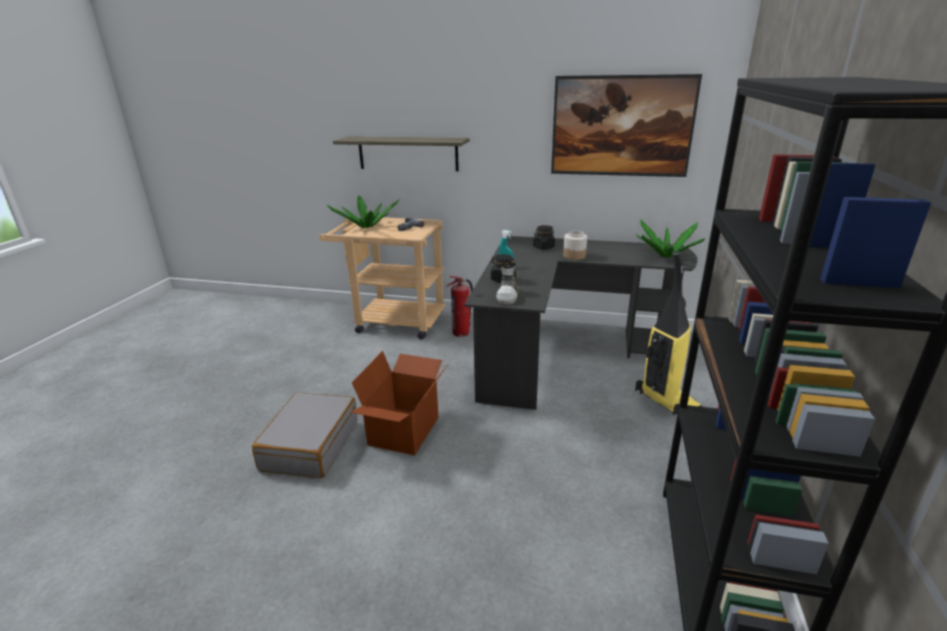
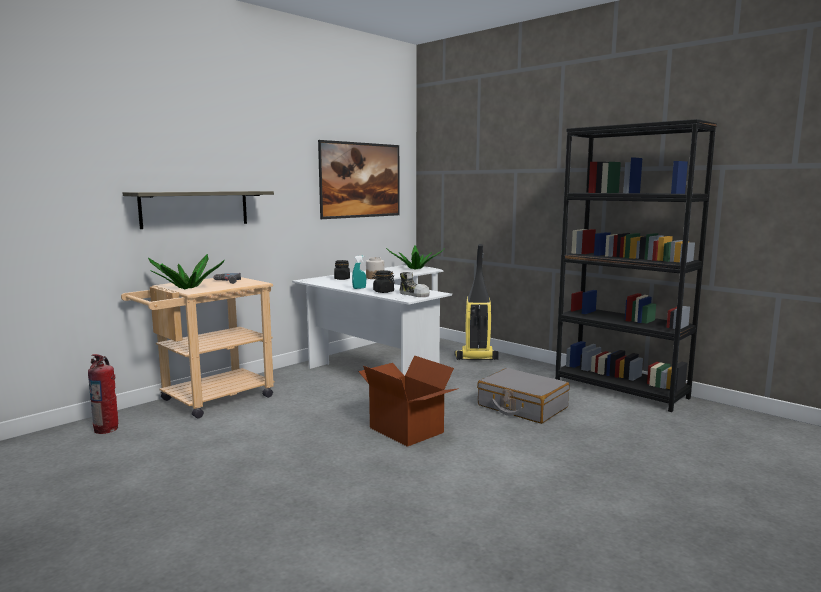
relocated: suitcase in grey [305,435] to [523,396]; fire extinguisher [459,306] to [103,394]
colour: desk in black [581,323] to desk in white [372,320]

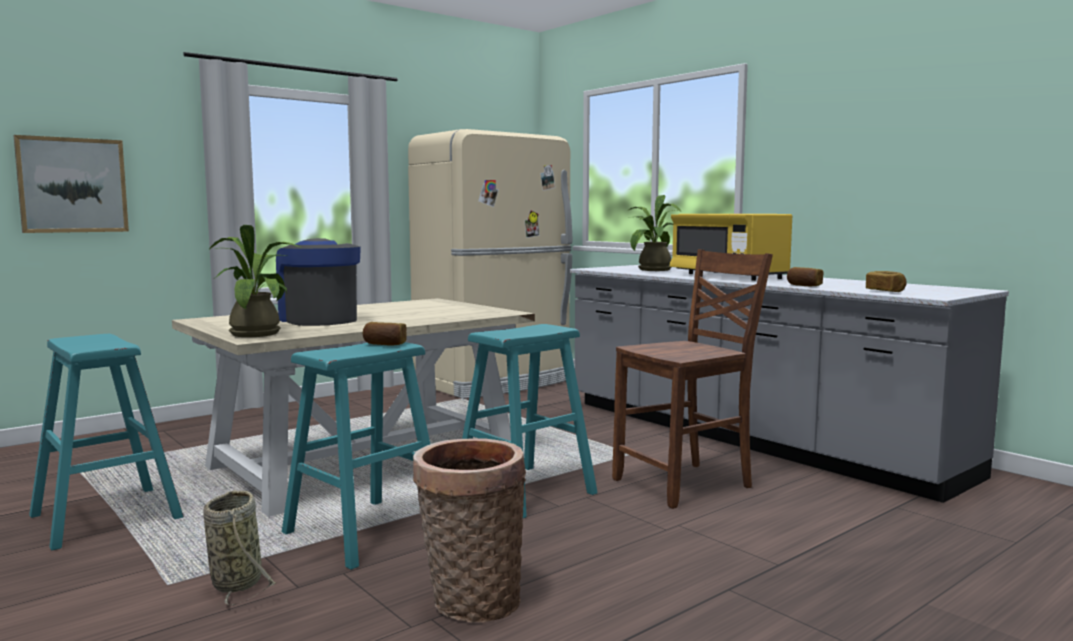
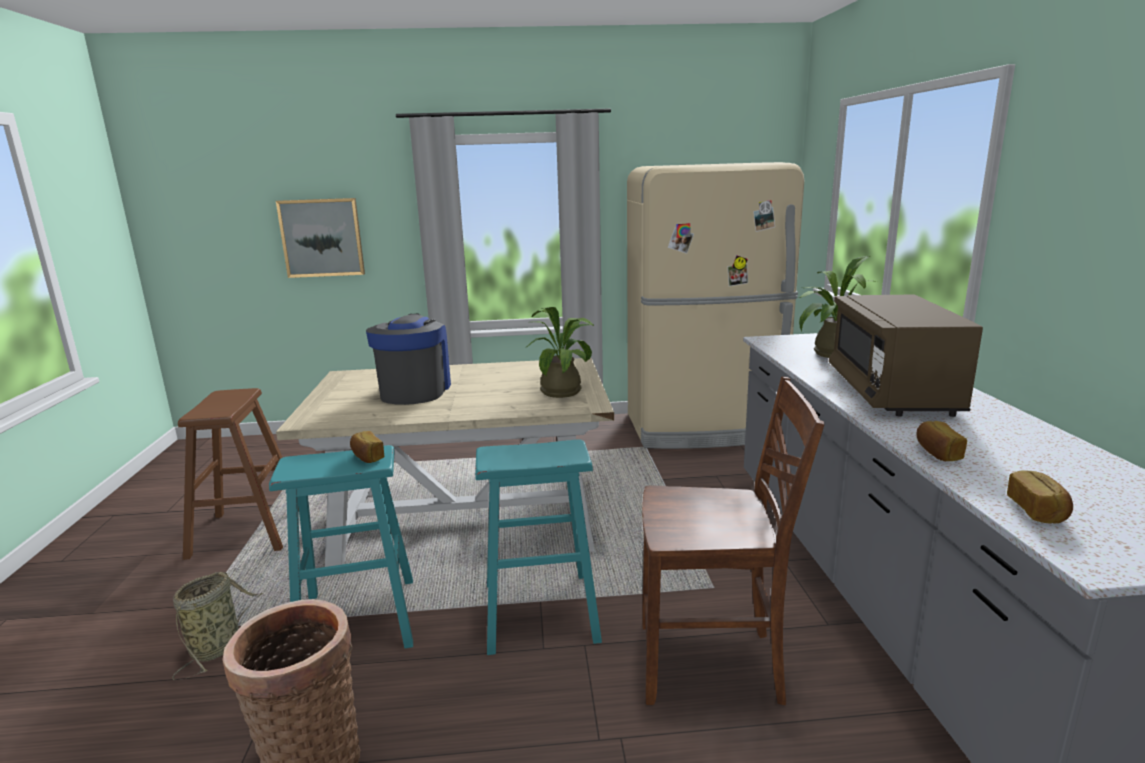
relocated: potted plant [255,281] to [560,352]
colour: stool in turquoise [106,442] to stool in brown [238,474]; microwave in yellow [731,247] to microwave in brown [906,355]

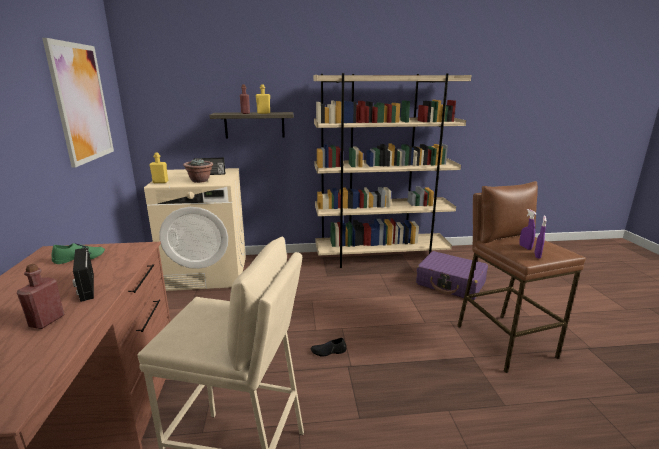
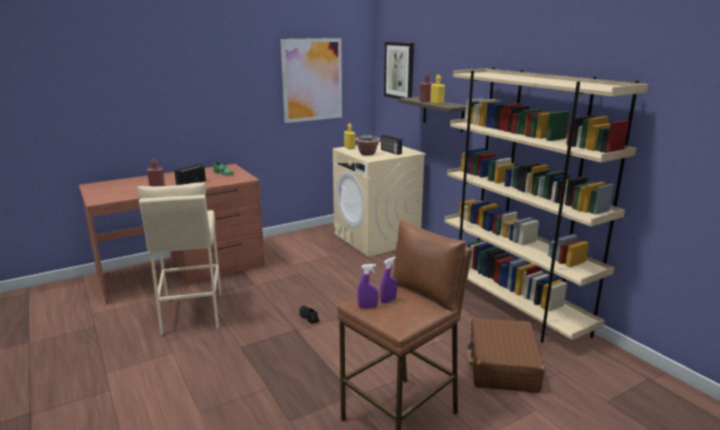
appeared: picture [399,70]
colour: suitcase in purple [452,275] to suitcase in brown [506,355]

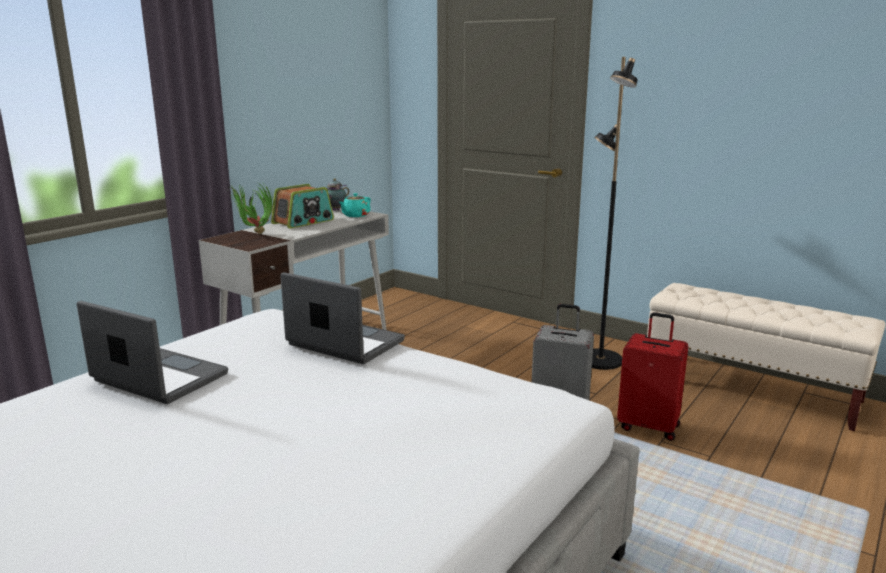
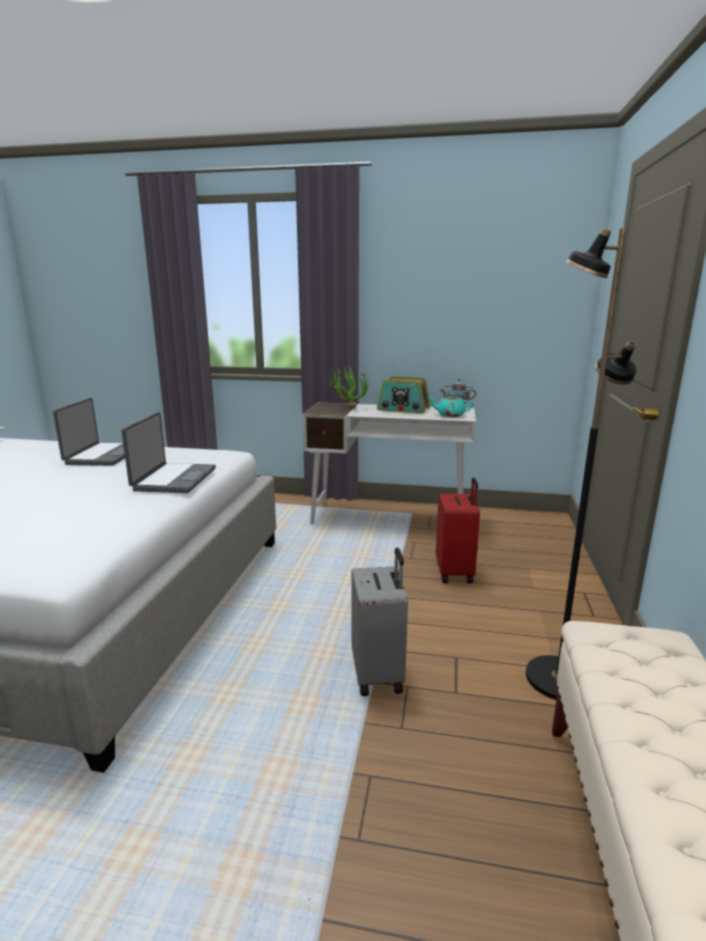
relocated: suitcase in red [652,376] to [458,531]

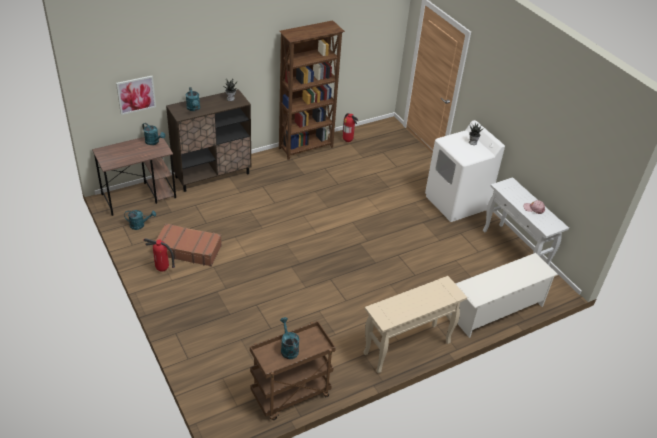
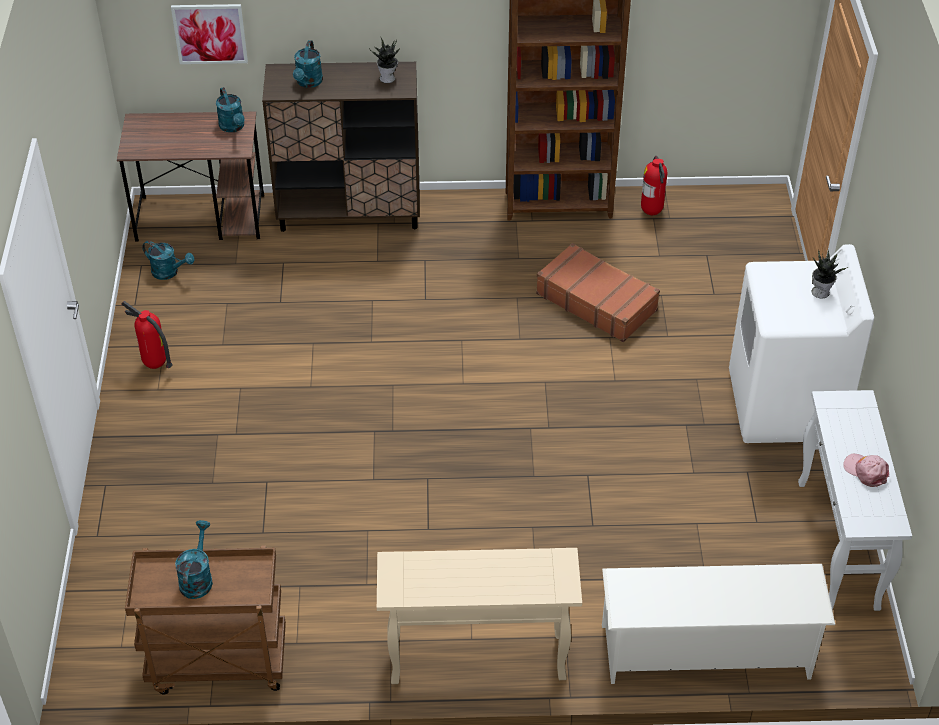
relocated: suitcase in brown [189,244] to [598,292]

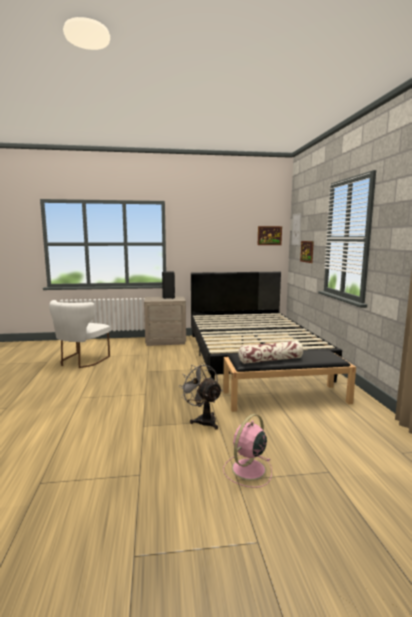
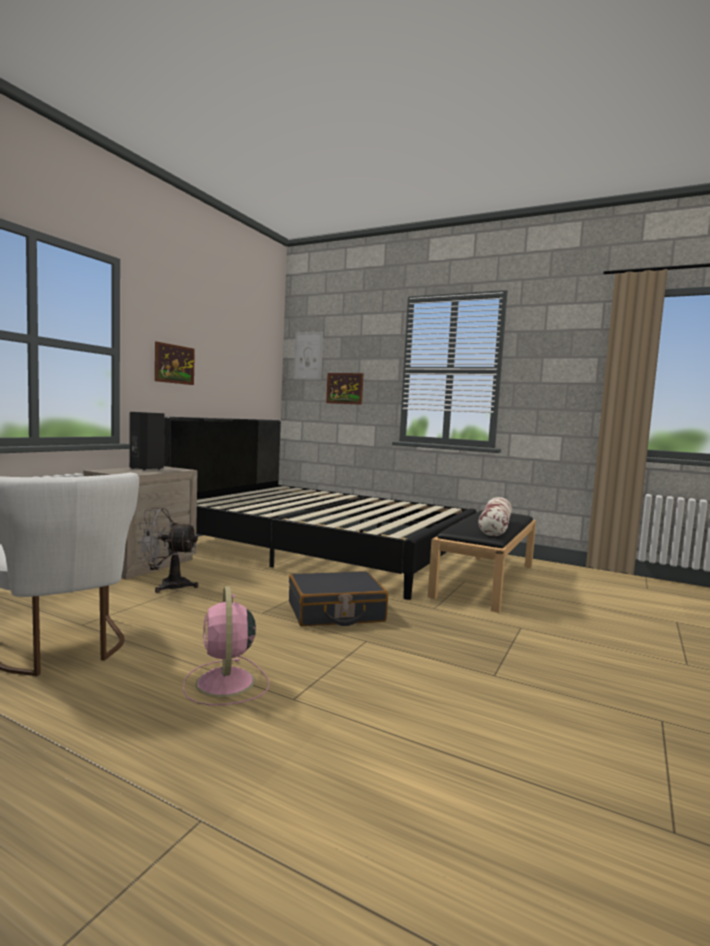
appeared: suitcase in black [338,598]
relocated: fan in grey [201,396] to [167,550]; fan in pink [247,451] to [226,646]; picture [270,235] to [175,363]

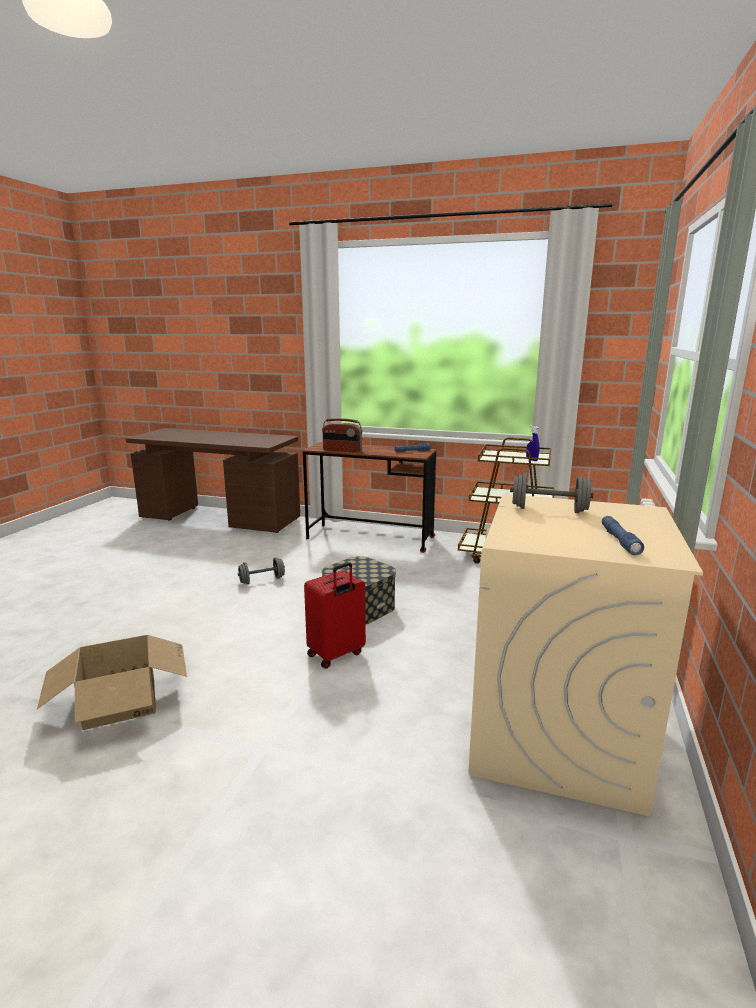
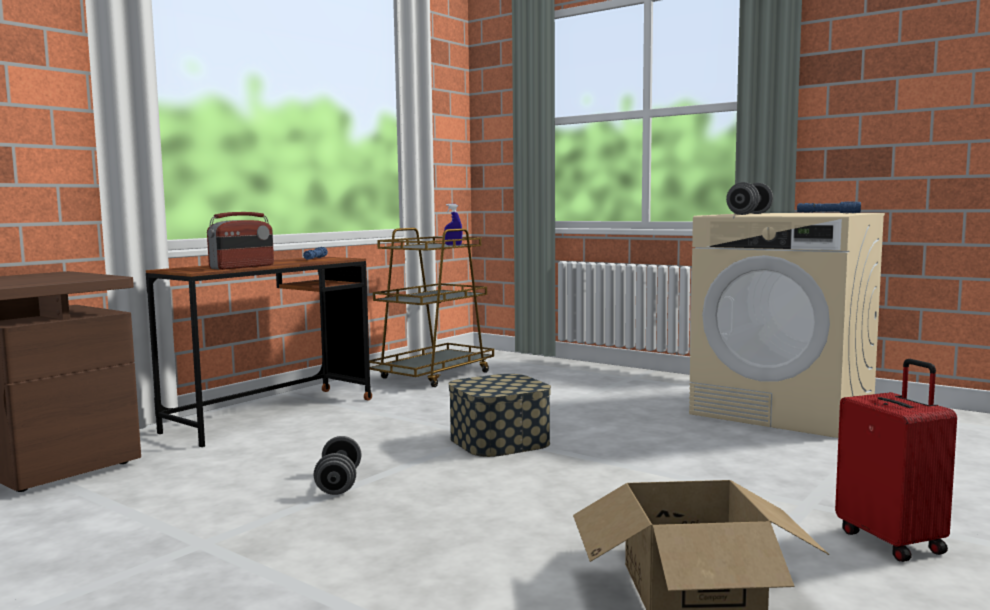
relocated: suitcase in red [335,615] to [896,460]

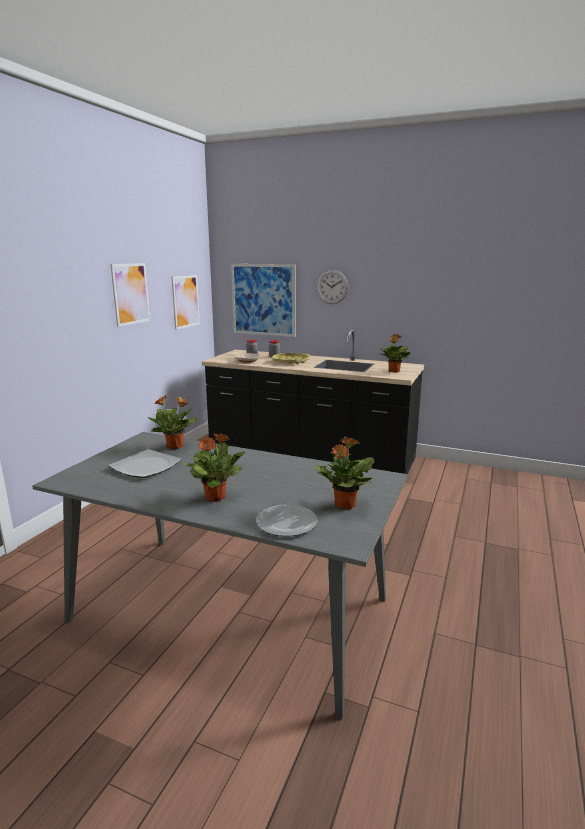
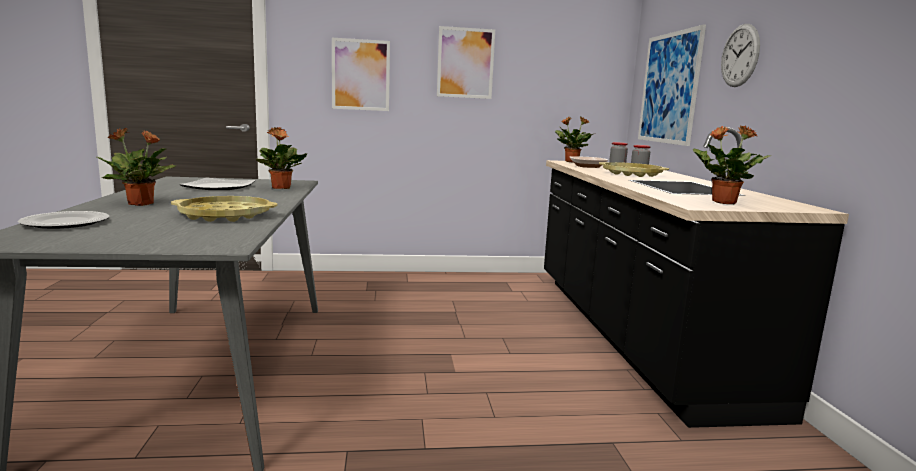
appeared: tray in yellow [224,209]
relocated: picture [186,302] to [361,74]; potted plant [344,472] to [574,139]

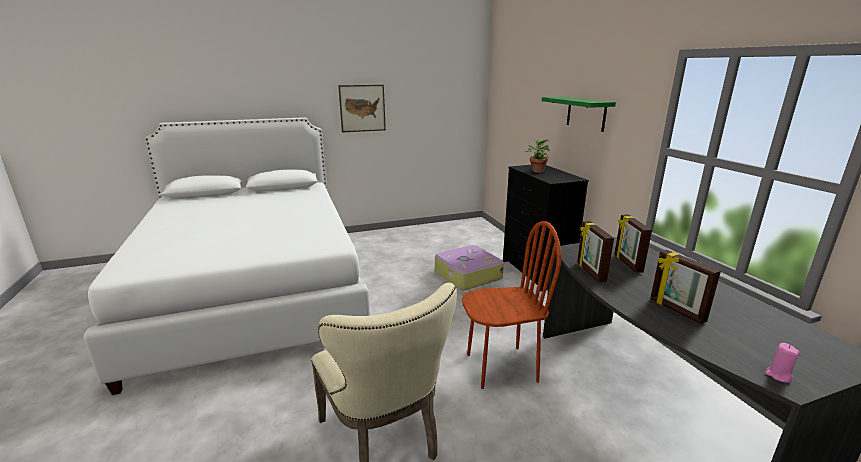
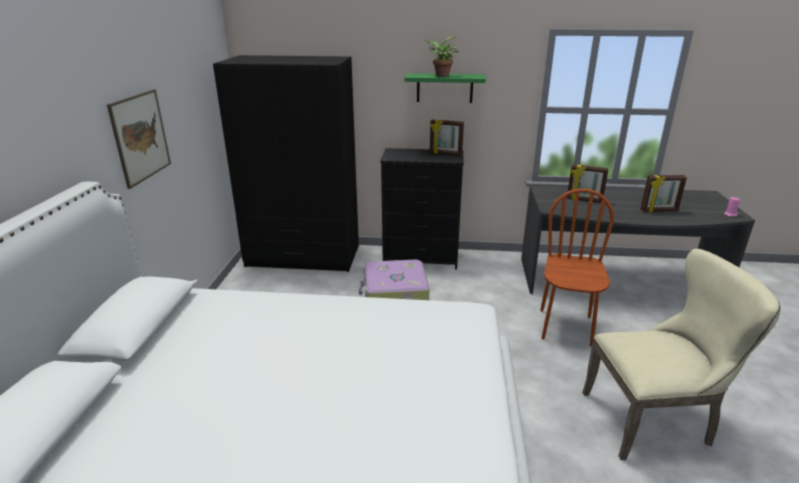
appeared: wardrobe in black [286,163]
relocated: potted plant [537,156] to [442,57]; picture frame [595,252] to [447,137]

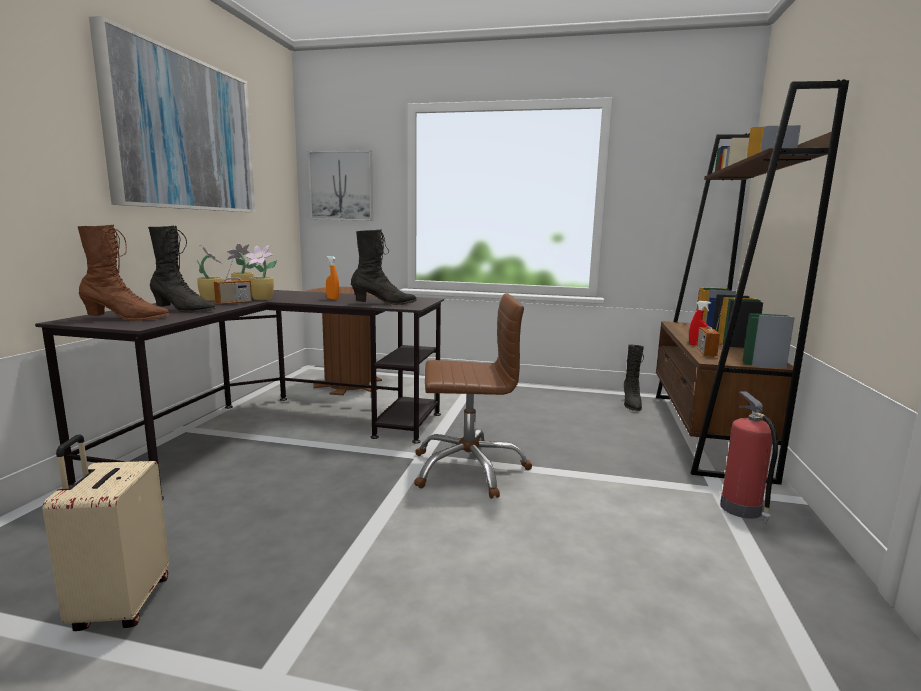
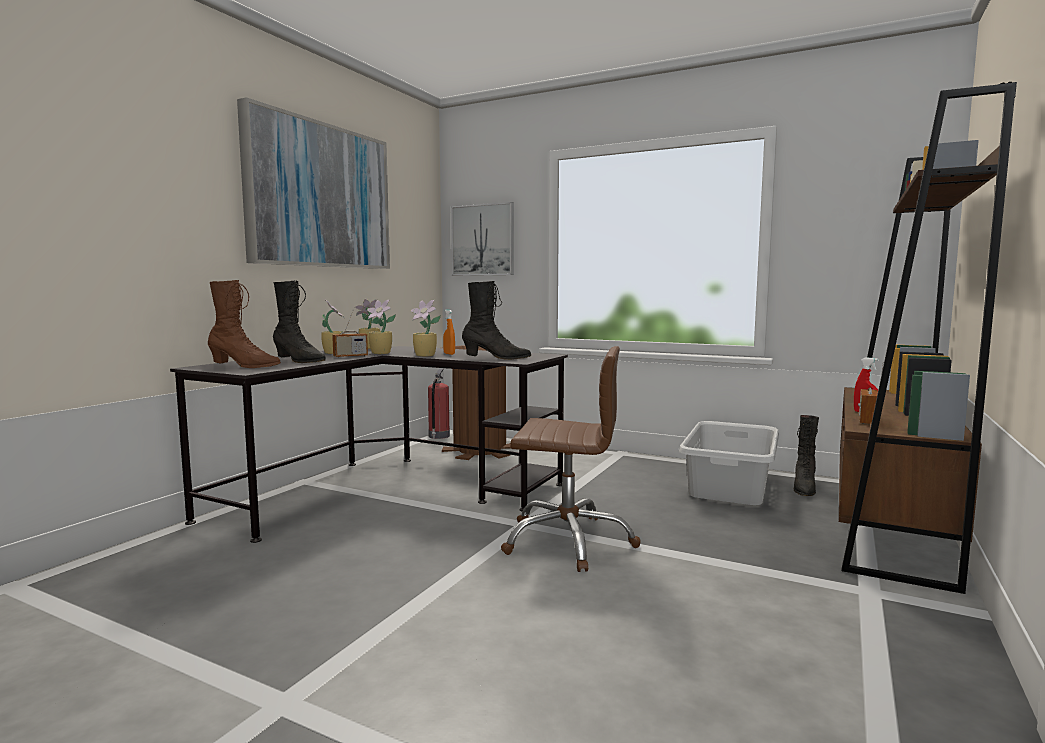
missing: suitcase in beige [105,532]
appeared: potted plant [426,328]; laundry basket in grey [729,463]
relocated: fire extinguisher [749,457] to [439,404]

